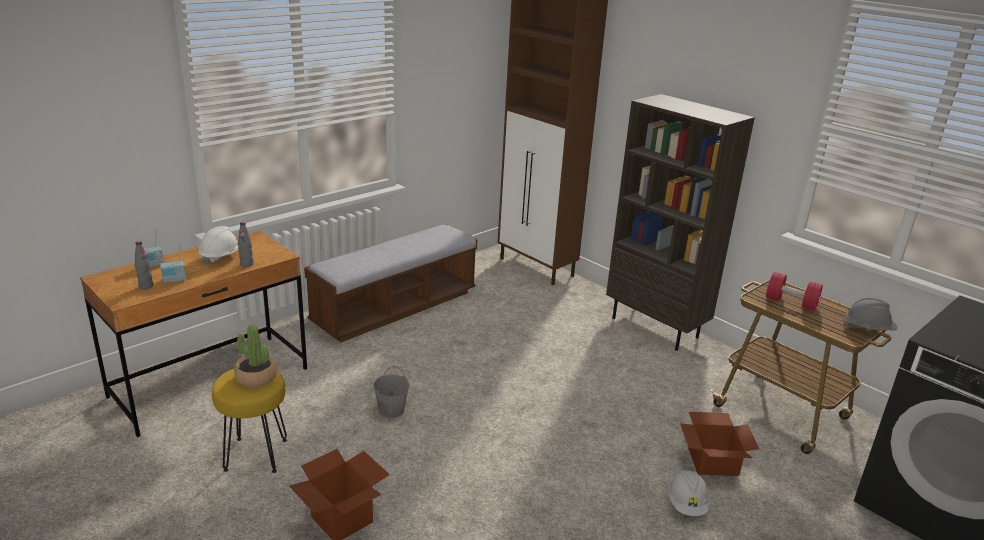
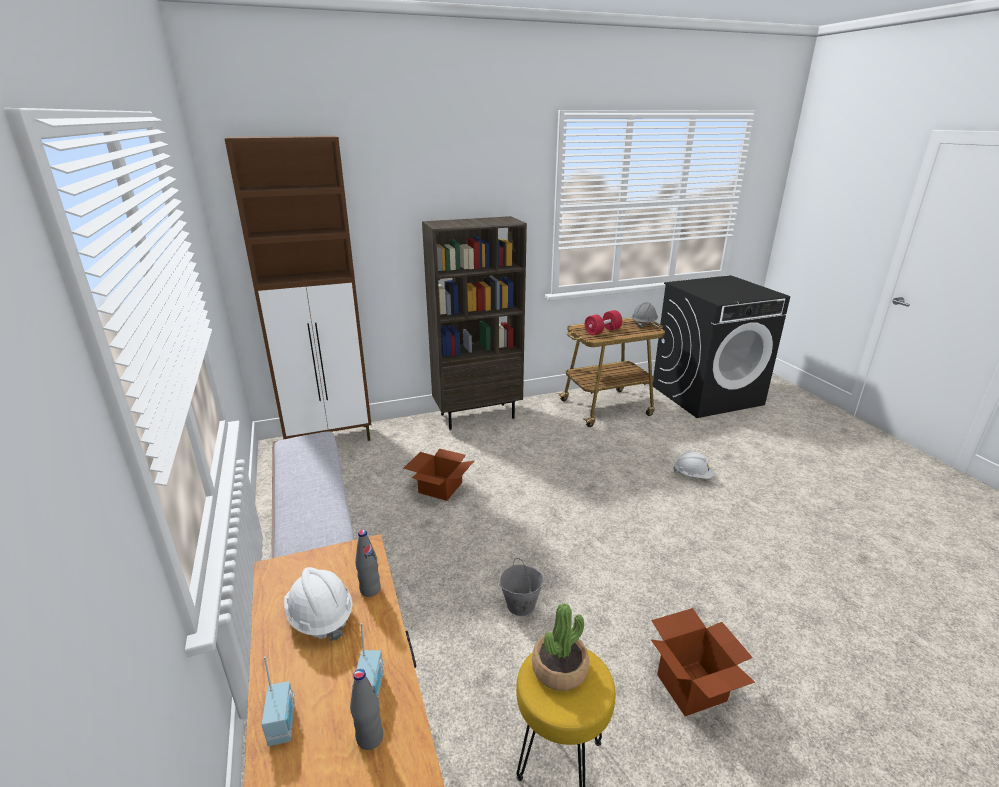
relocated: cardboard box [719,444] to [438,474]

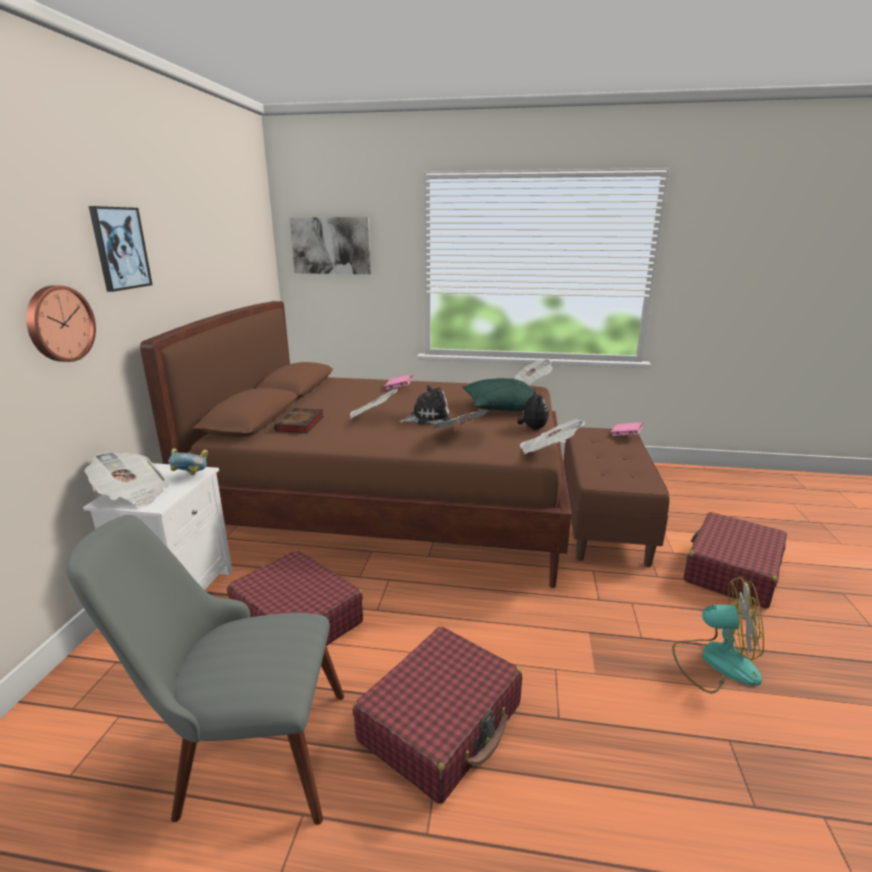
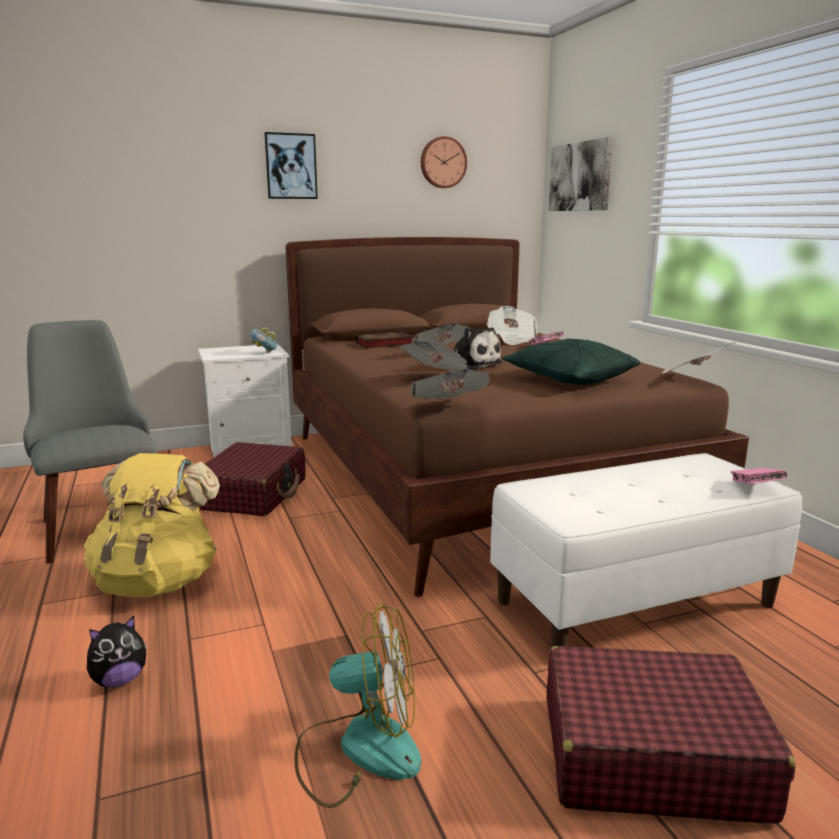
relocated: wall clock [61,324] to [444,162]; newspaper [126,479] to [512,325]; plush toy [533,409] to [117,651]
exchanged: suitcase in red [437,715] to backpack in yellow [152,525]
colour: bench in brown [616,497] to bench in white [646,550]
spun: fan [718,634] = [358,706] 75 degrees counterclockwise

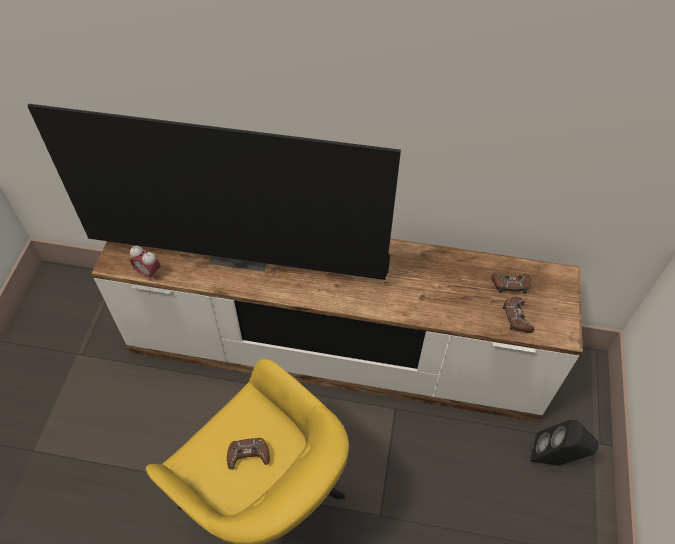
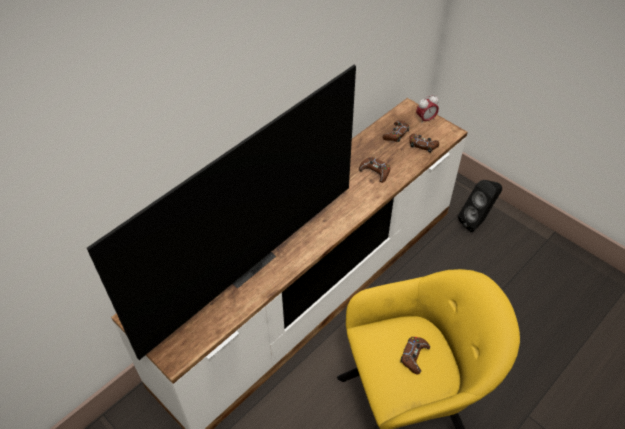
appeared: game controller in brown [374,170]
relocated: alarm clock [145,263] to [427,109]

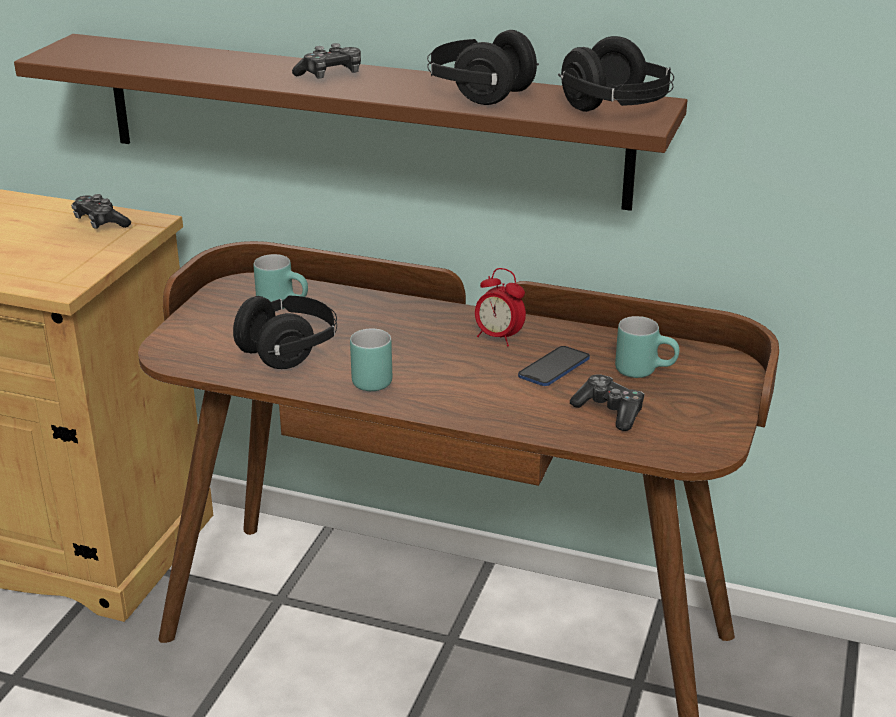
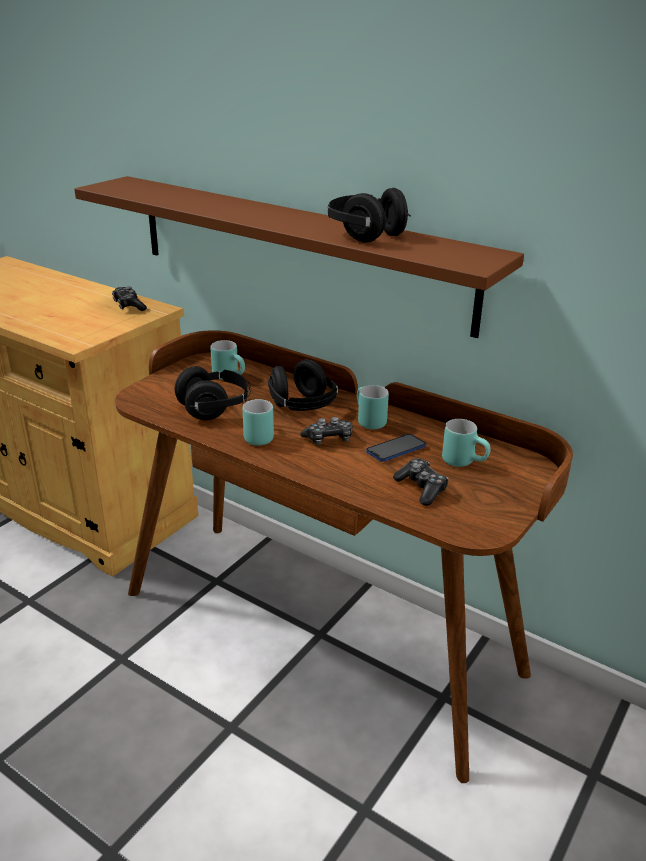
relocated: game controller [326,61] to [327,431]; headphones in black [616,74] to [303,385]
exchanged: alarm clock [500,307] to mug in turquoise [373,407]

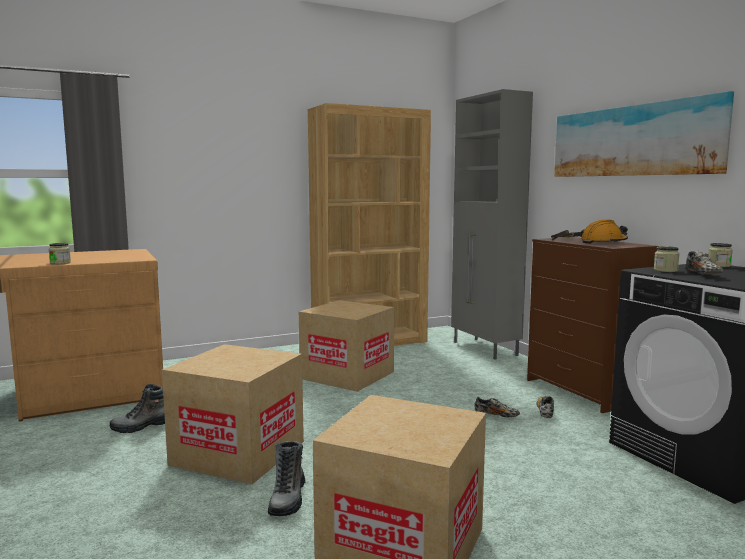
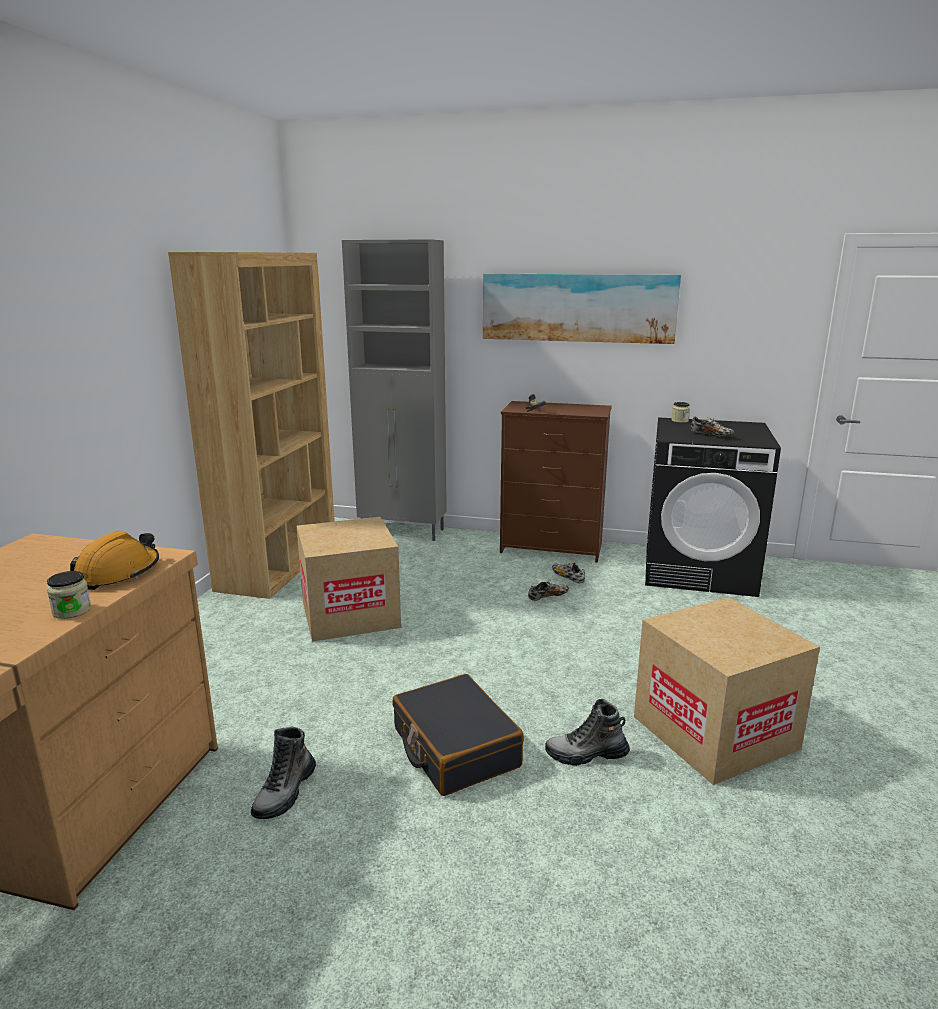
missing: jar [667,259]
relocated: hard hat in orange [604,231] to [114,560]
exchanged: cardboard box [233,414] to suitcase in black [458,735]
spun: boot [287,478] = [587,732] 135 degrees clockwise

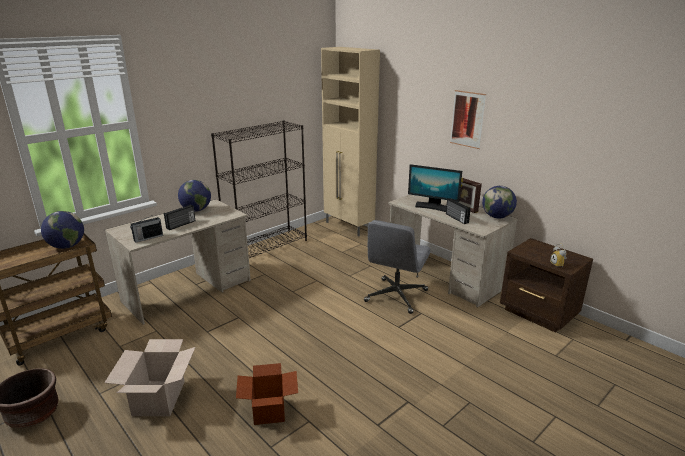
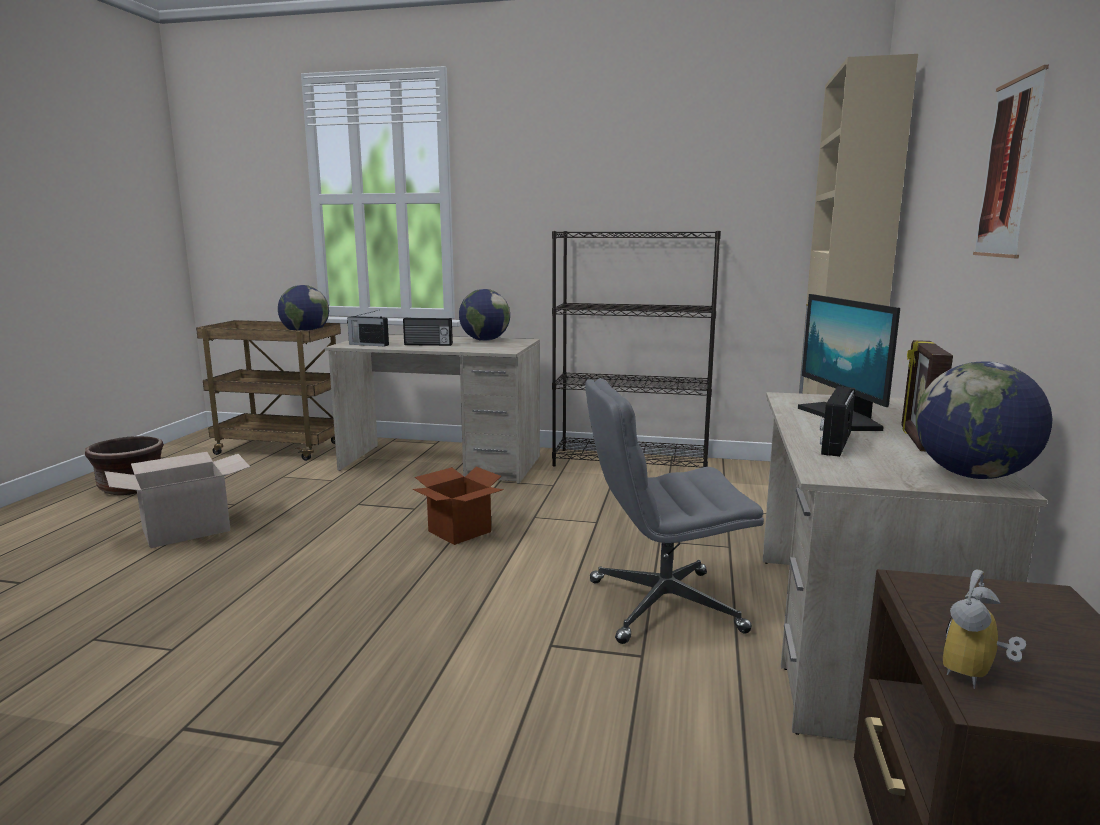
relocated: cardboard box [267,394] to [458,506]

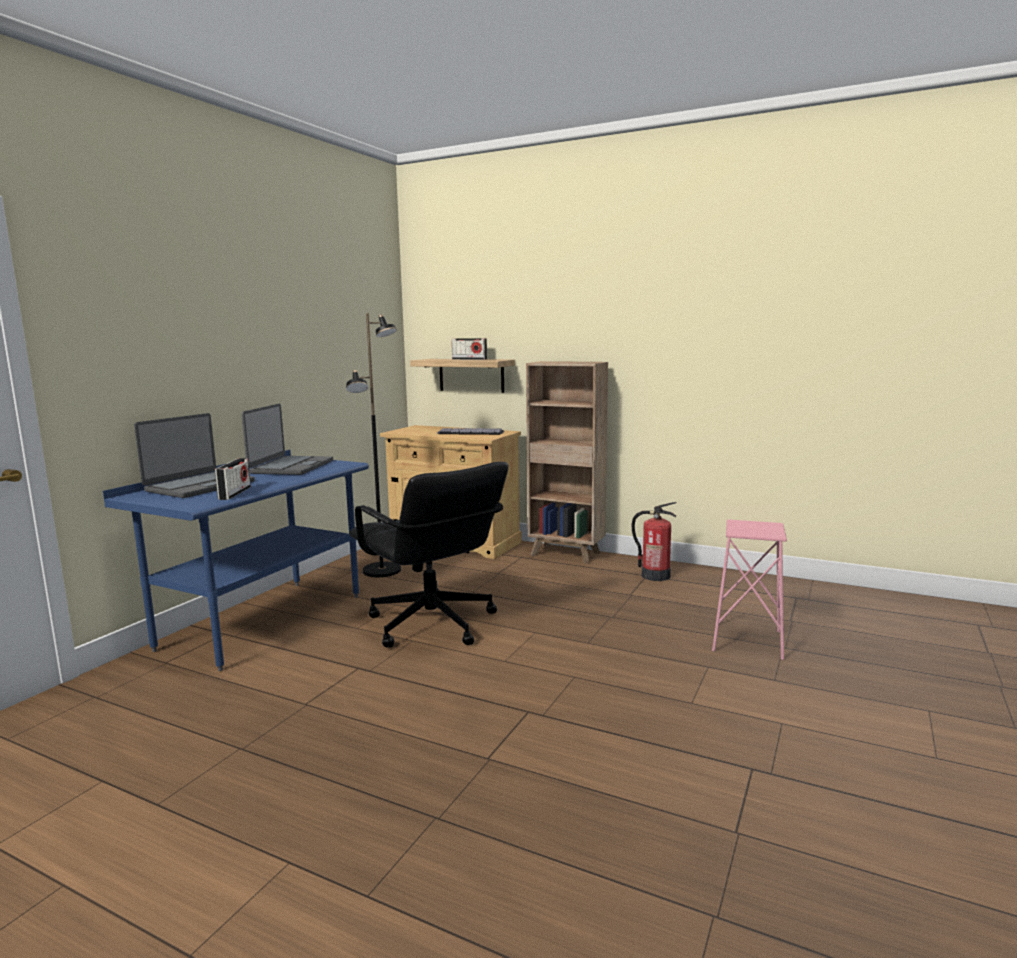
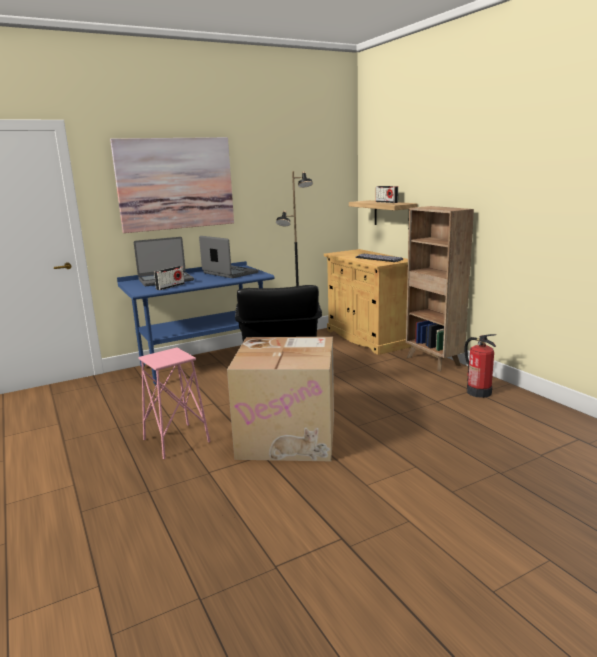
appeared: picture [172,185]; cardboard box [280,399]
relocated: stool in pink [749,589] to [174,403]
spun: laptop [287,439] = [229,257] 90 degrees counterclockwise

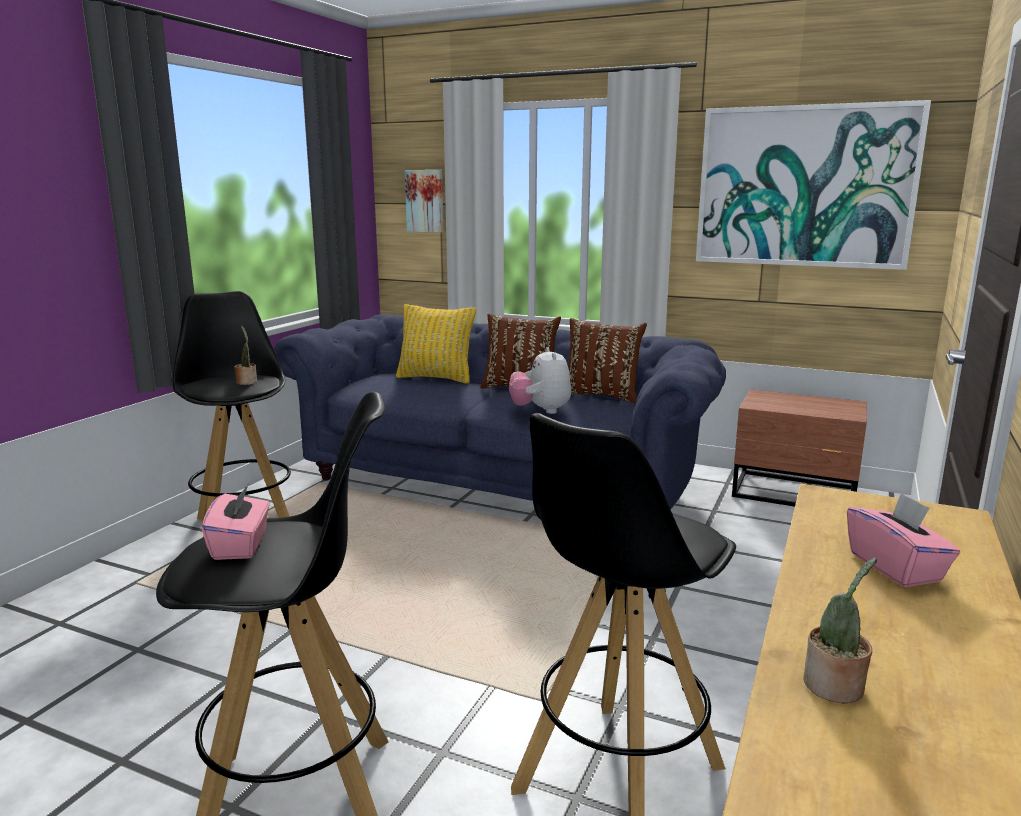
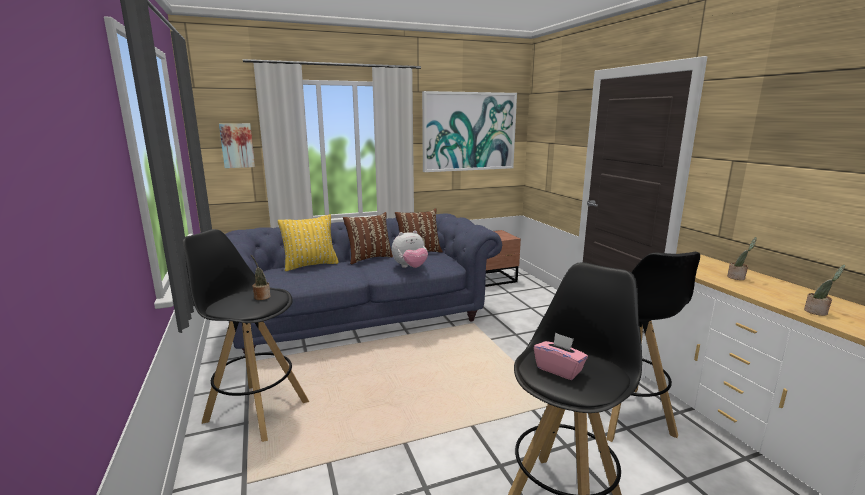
exchanged: tissue box in pink [903,539] to potted plant [742,258]
spun: plush toy [540,380] = [410,249] 60 degrees counterclockwise

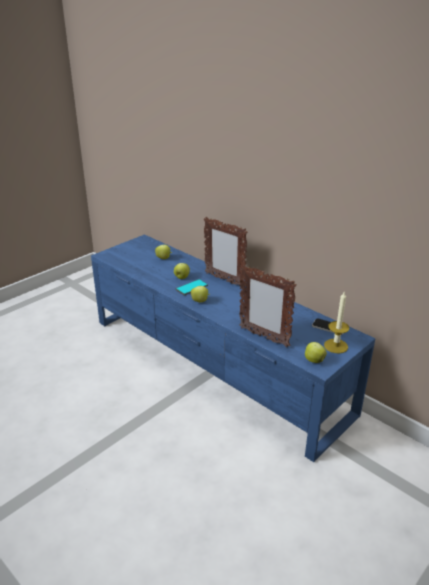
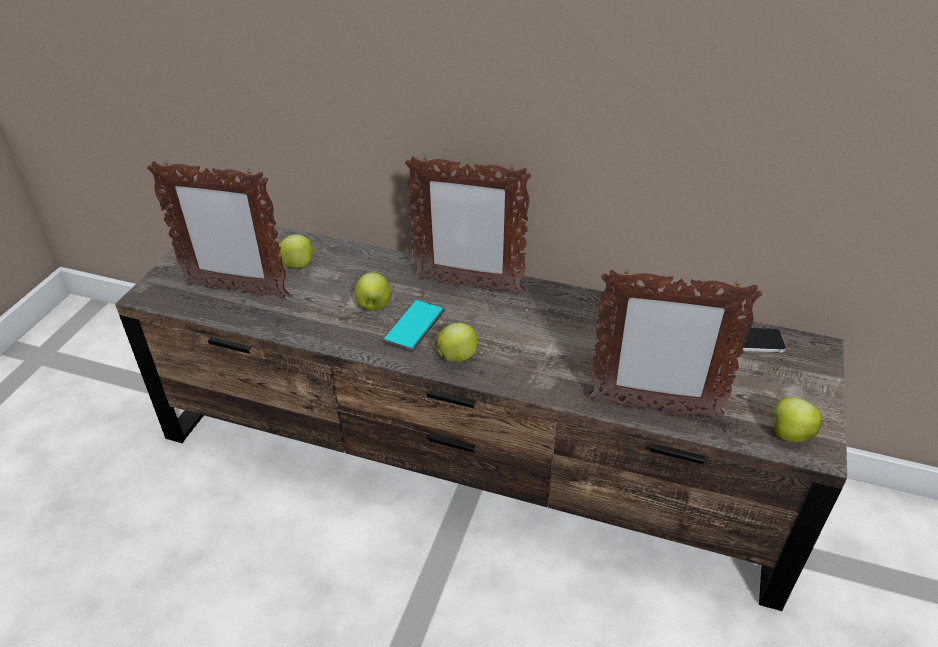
missing: candle [337,322]
appeared: picture frame [218,229]
colour: tv stand in blue [233,348] to tv stand in brown [481,417]

